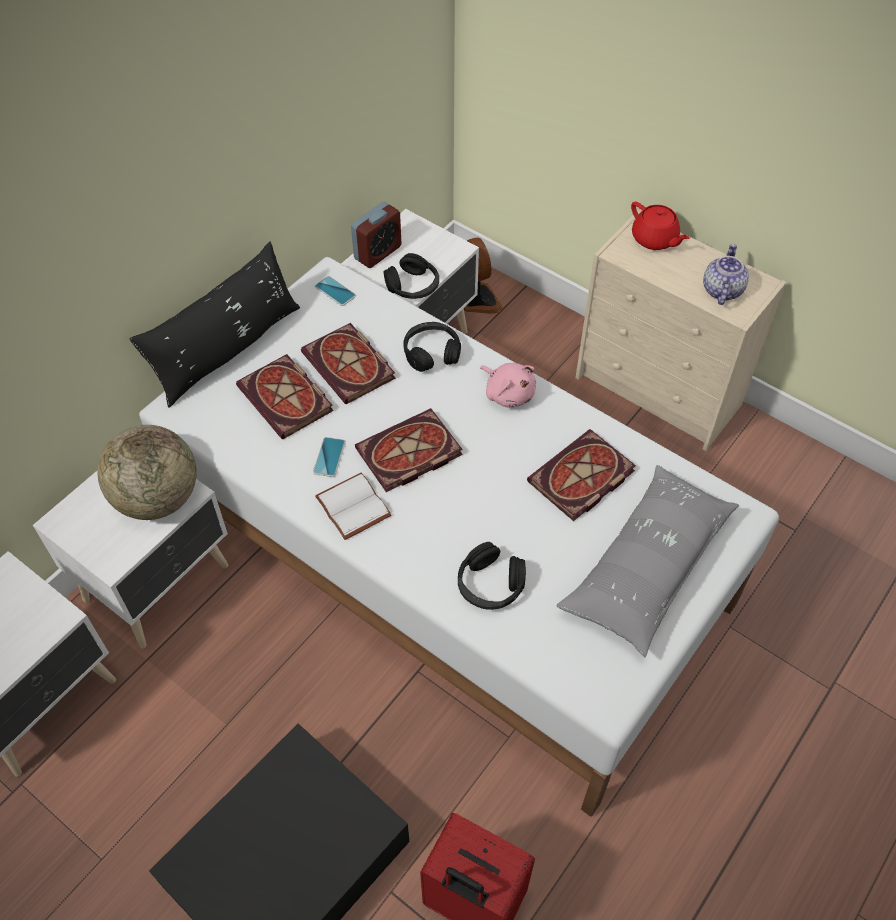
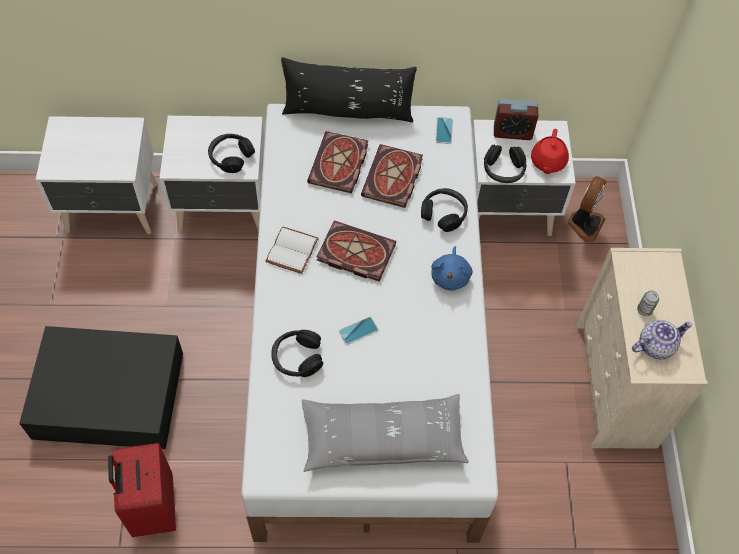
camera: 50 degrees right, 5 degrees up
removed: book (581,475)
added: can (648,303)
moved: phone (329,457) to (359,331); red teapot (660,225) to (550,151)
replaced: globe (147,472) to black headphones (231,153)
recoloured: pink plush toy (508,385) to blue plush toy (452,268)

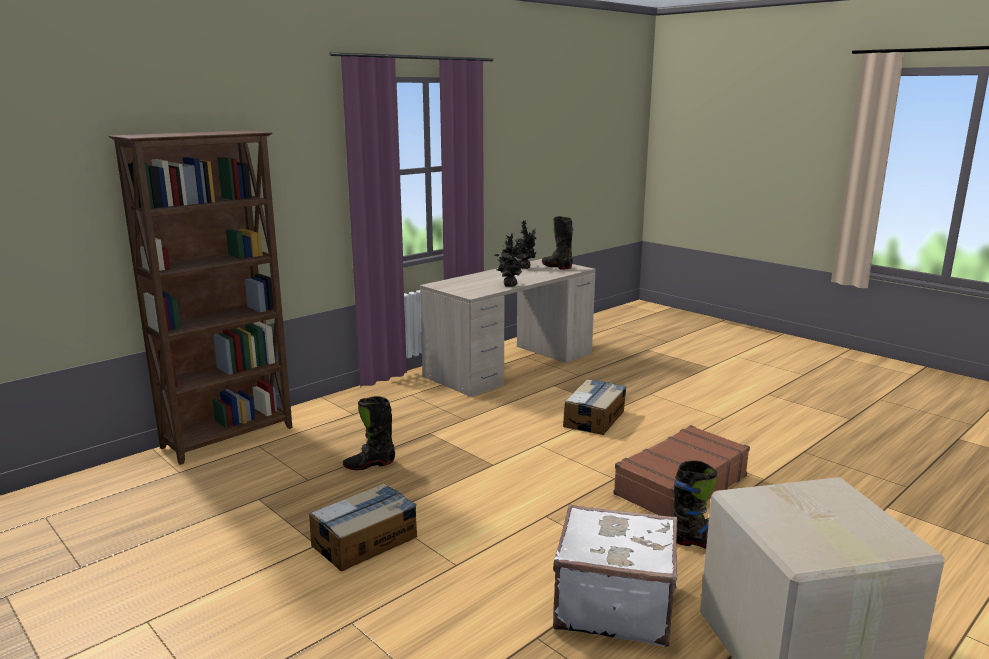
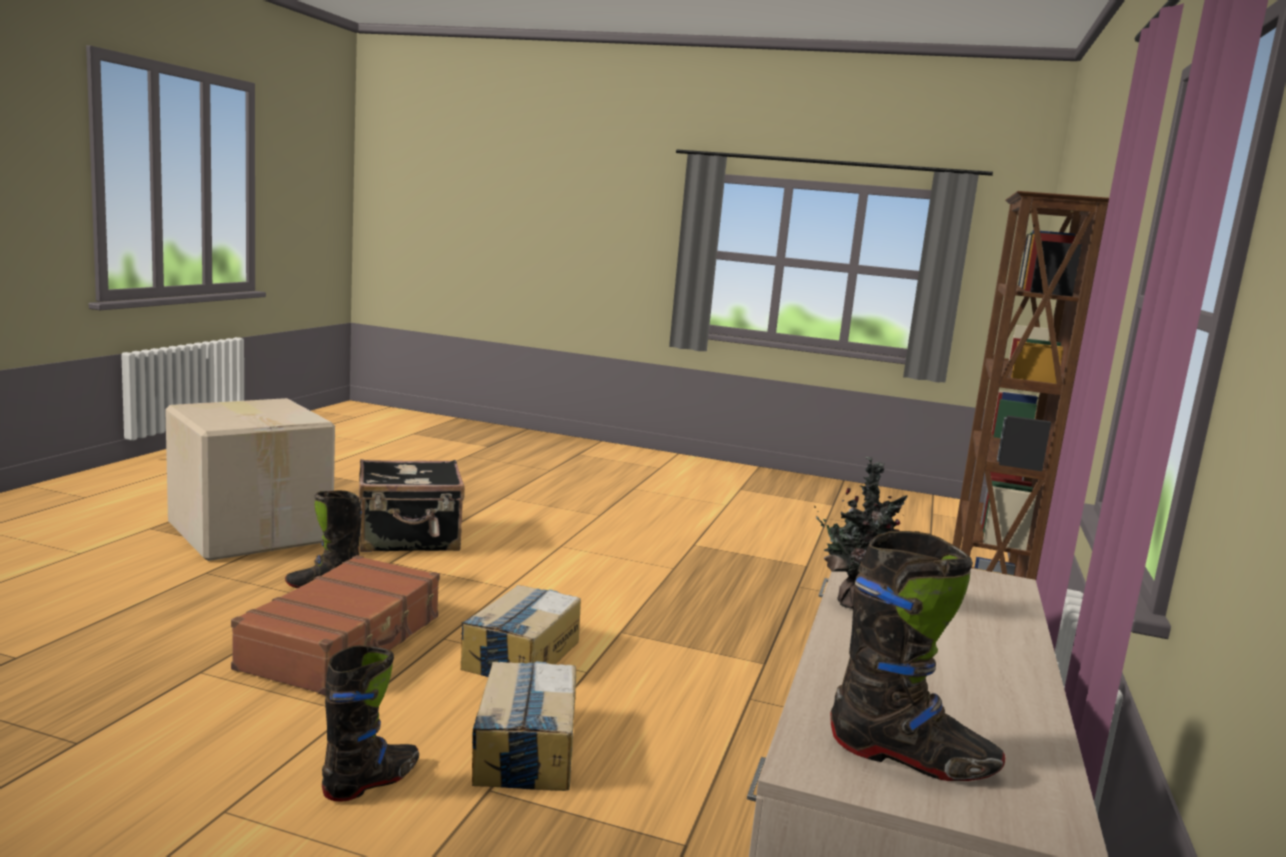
camera: 150 degrees right, 5 degrees down
removed: potted plant (524,244)
moved: cardboard box (363,527) to (520,631); black boot (369,433) to (370,723)
recoloured: white suitcase (615,575) to black suitcase (412,505)

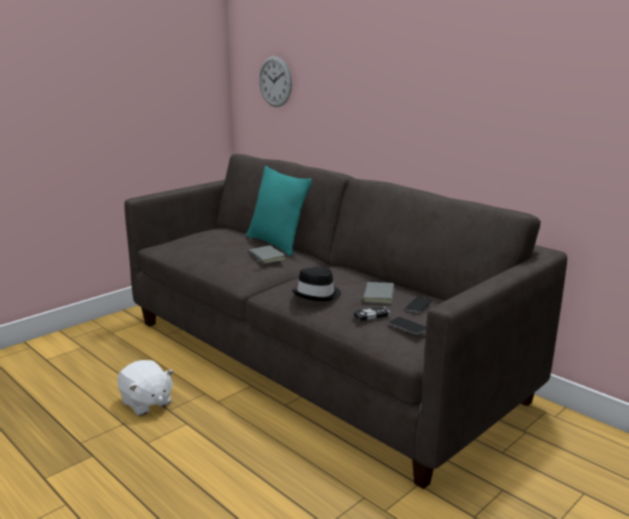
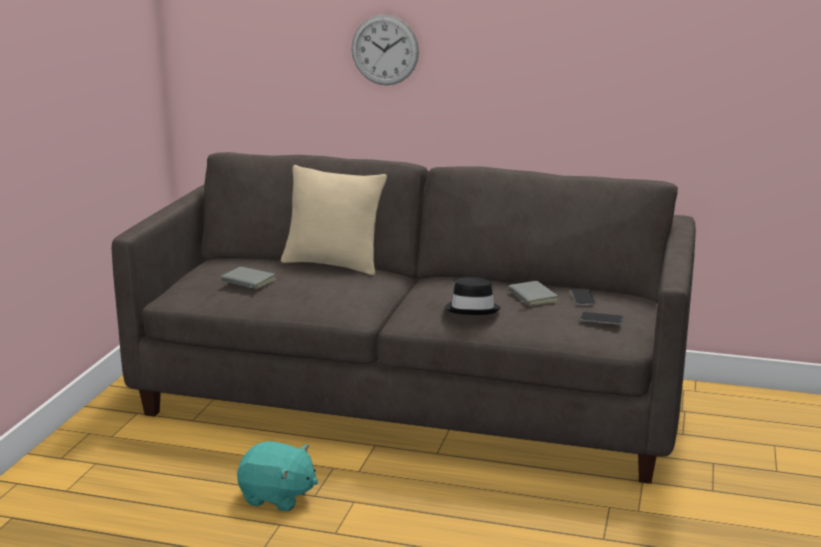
camera: 30 degrees left, 0 degrees up
removed: game controller (371,313)
moved: grey book (267,254) to (248,278); wall clock (275,81) to (385,49)
recoloured: white plush toy (145,388) to turquoise plush toy (277,476); turquoise pillow (279,211) to beige pillow (334,220)

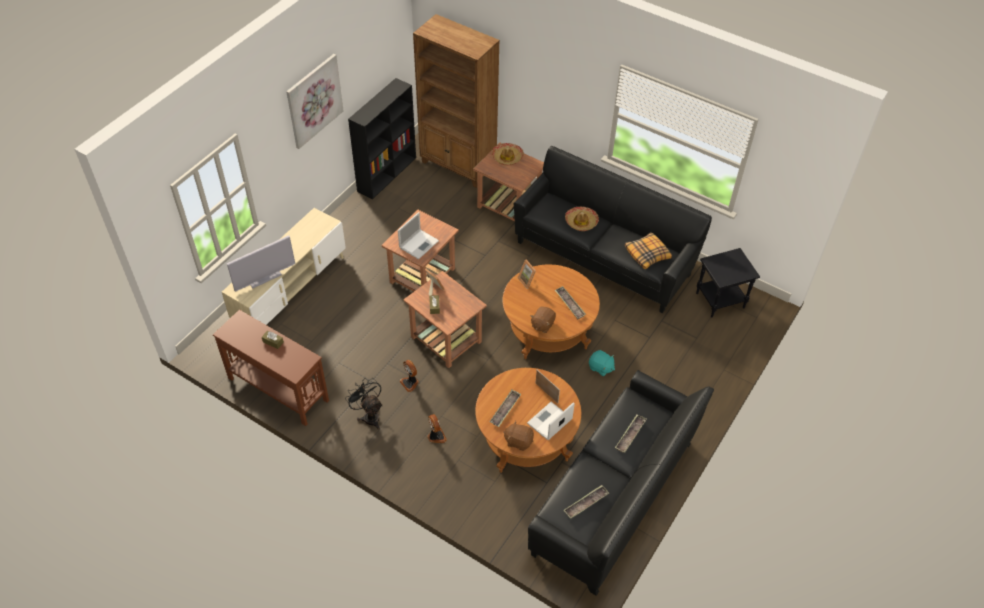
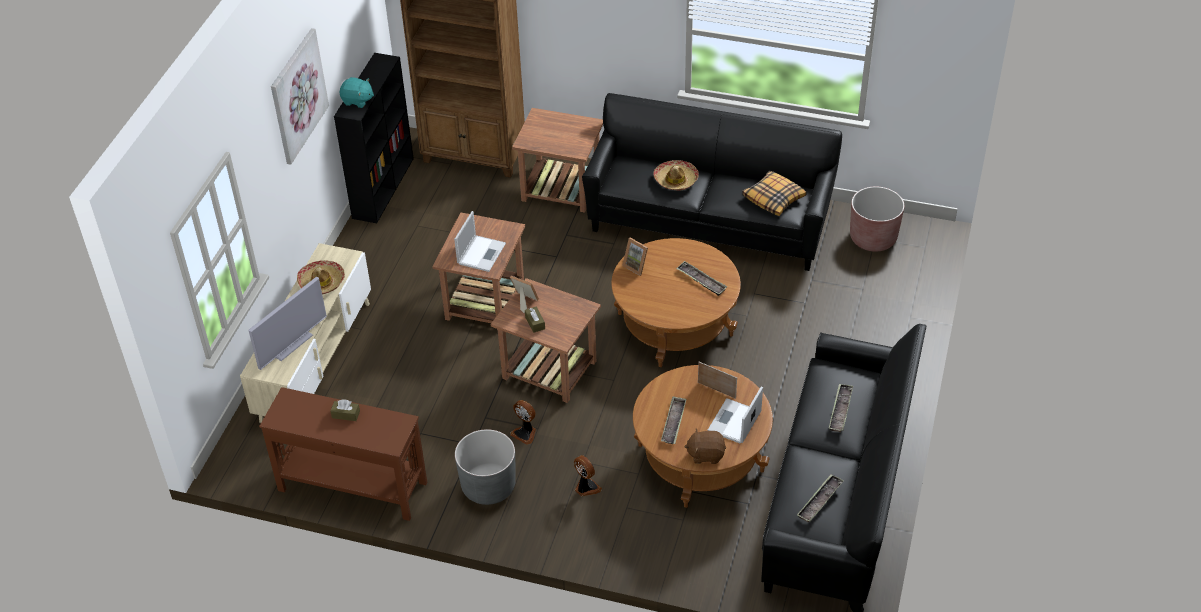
camera: 15 degrees left, 5 degrees down
removed: brown plush toy (543,319)
moved: hat (508,154) to (321,277); turquoise plush toy (602,363) to (356,92)
replaced: black fan (363,404) to grey planter (485,467); black side table (728,282) to brown planter (877,219)

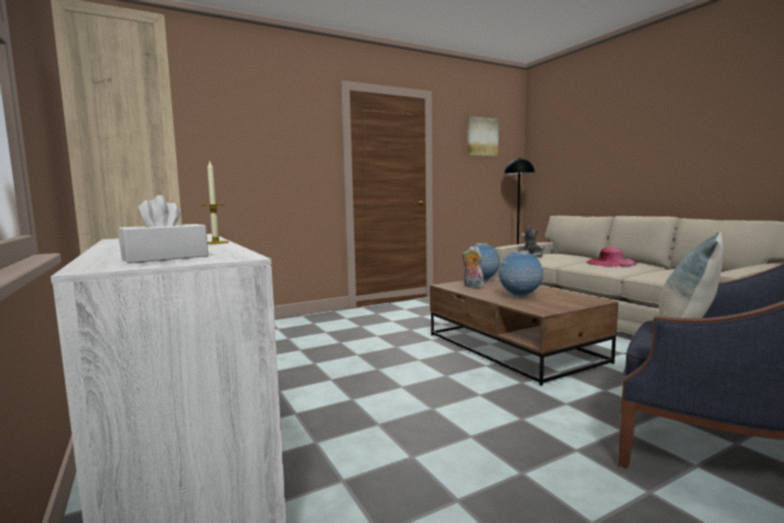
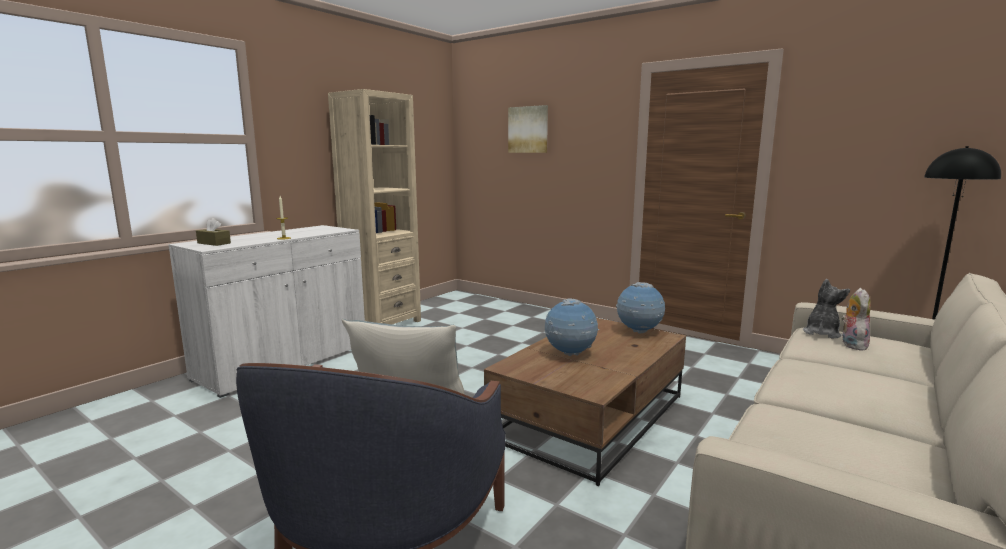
camera: 65 degrees right, 5 degrees up
removed: pink hat (611,257)
moved: plush toy (473,267) to (856,319); picture (483,136) to (528,129)
recoloured: white tissue box (163,229) to brown tissue box (213,232)

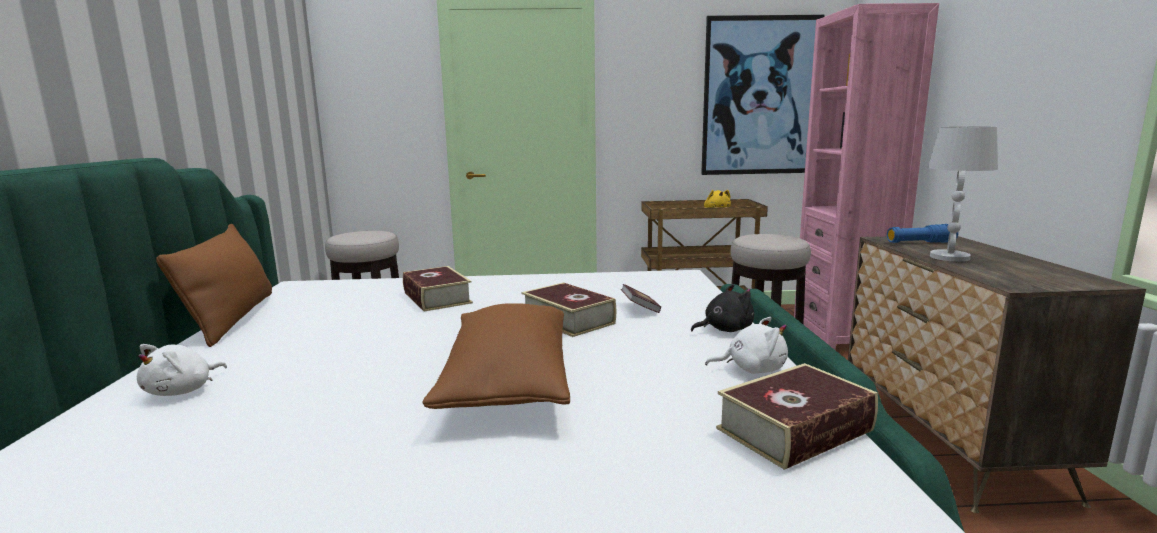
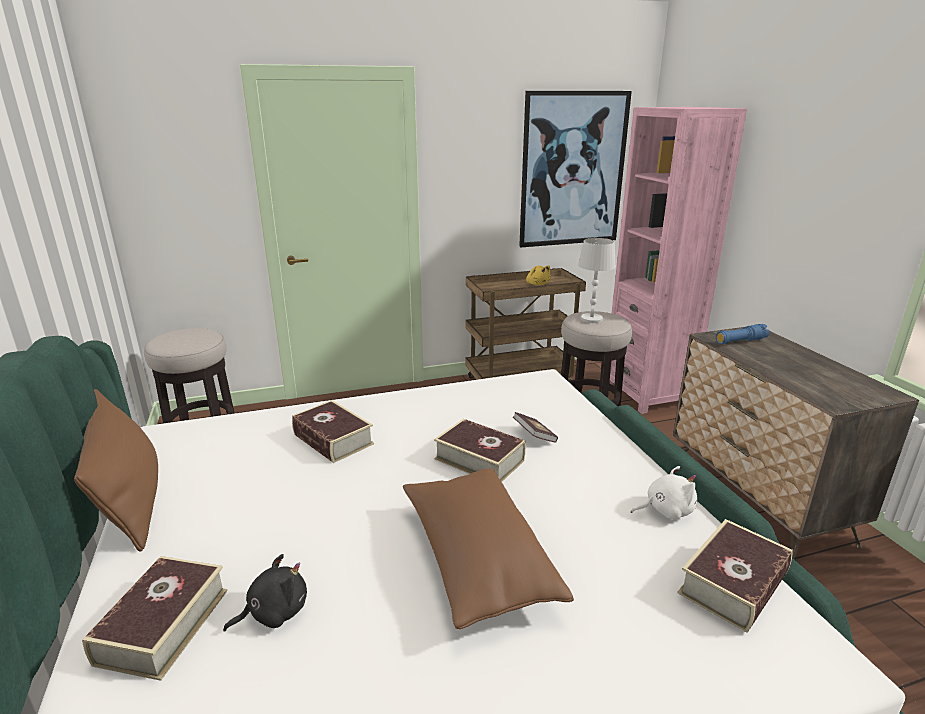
camera: 15 degrees left, 10 degrees up
moved: black plush toy (722,308) to (265,593); white table lamp (963,194) to (597,280)
replaced: white plush toy (182,370) to book (155,618)

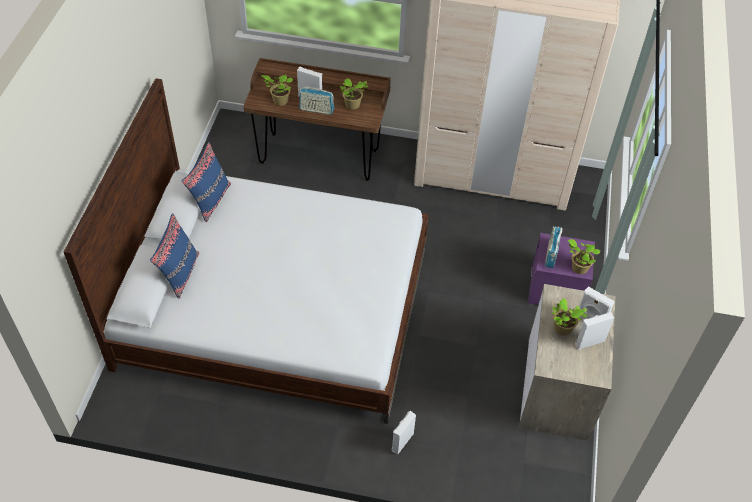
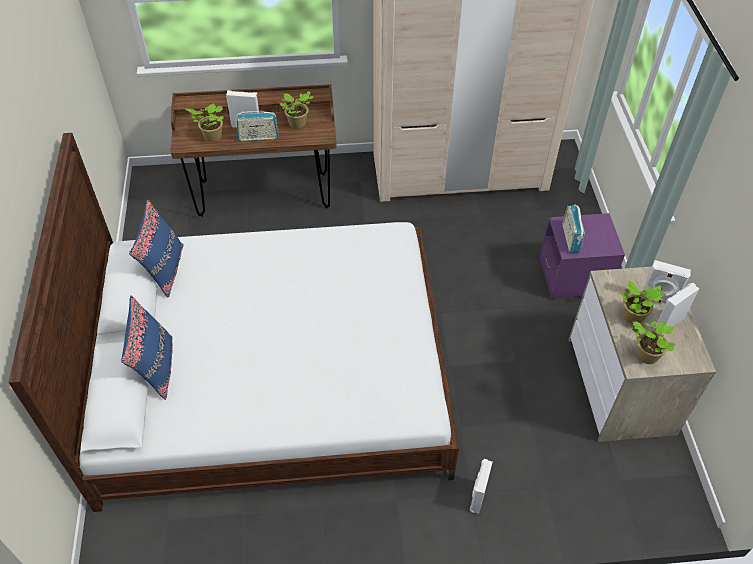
camera: 15 degrees left, 0 degrees up
moved: potted plant (584,256) to (653,342)

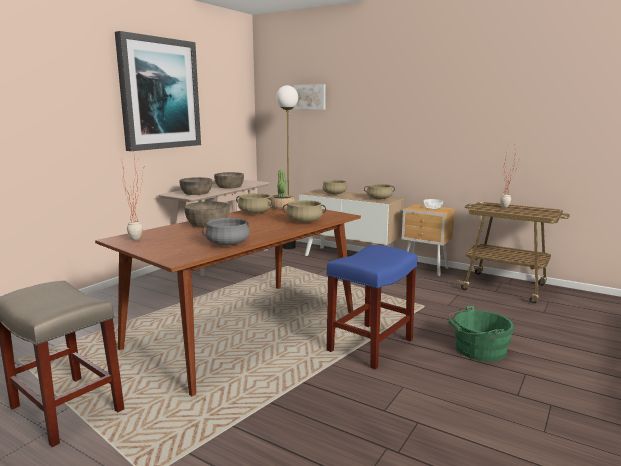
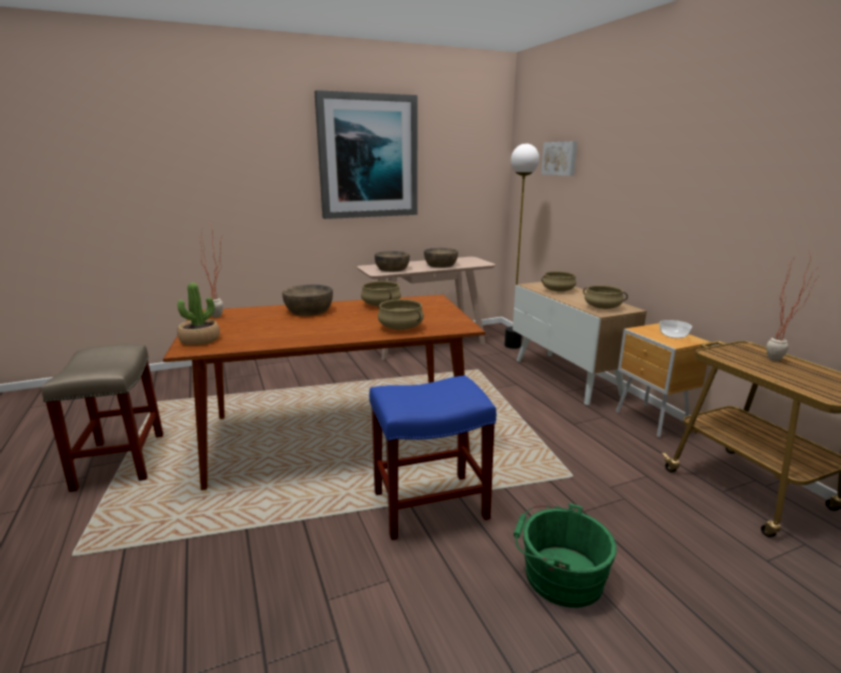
camera: 35 degrees right, 5 degrees up
removed: grey cooking pot (225,232)
moved: potted plant (282,189) to (198,313)

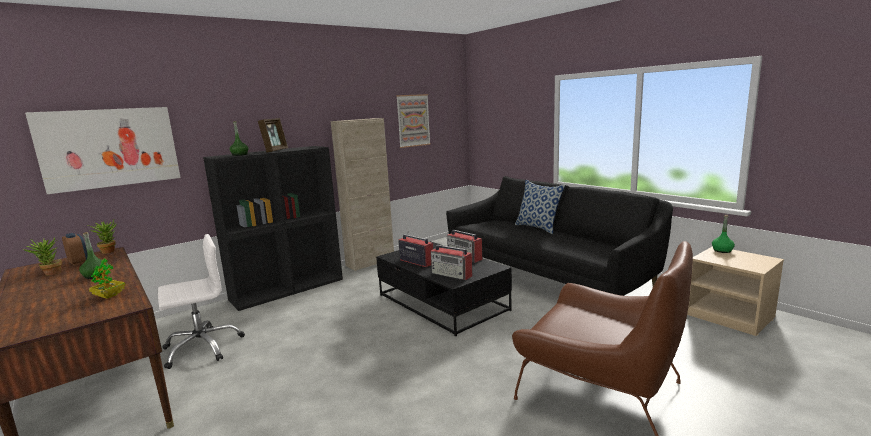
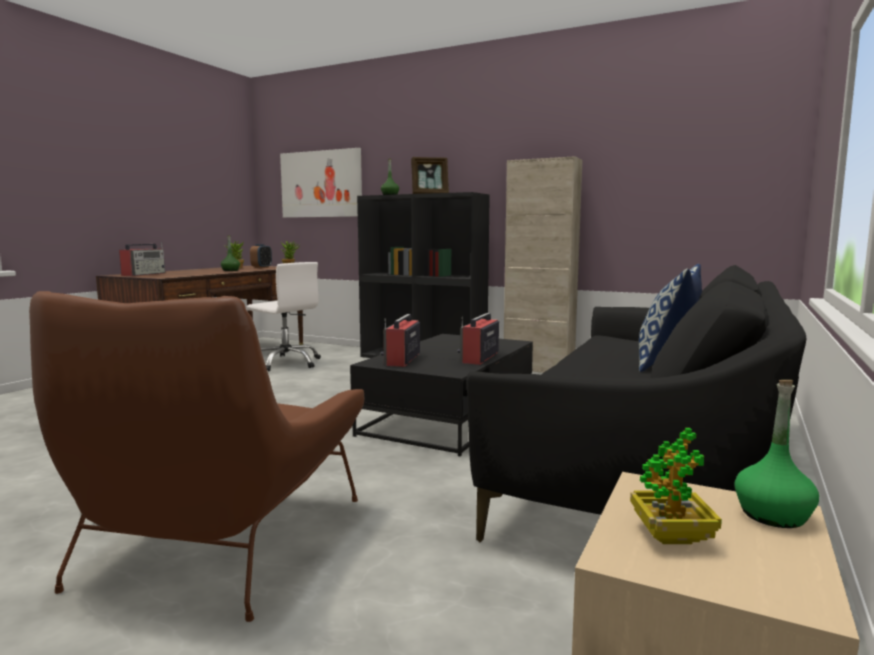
camera: 65 degrees right, 5 degrees down
removed: picture (413,121)
moved: potted plant (107,279) to (676,486); radio (416,249) to (142,259)

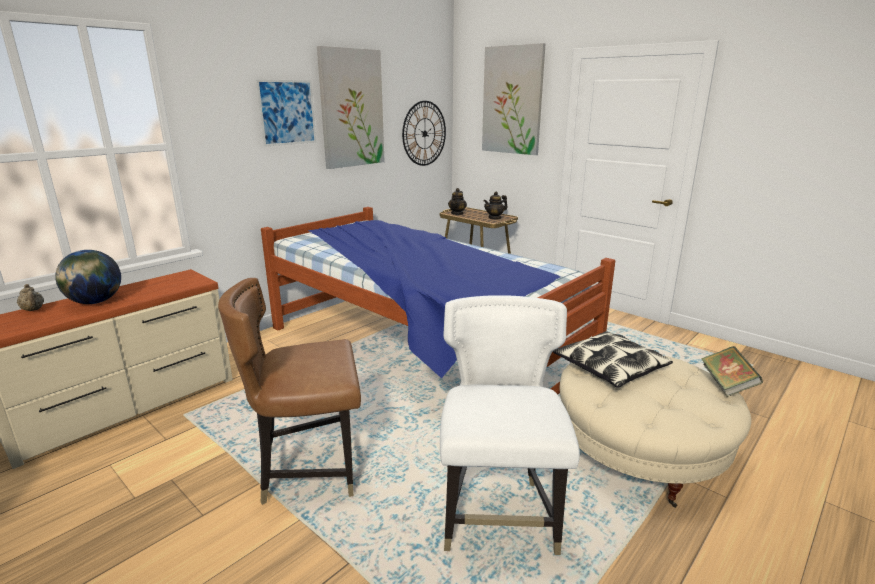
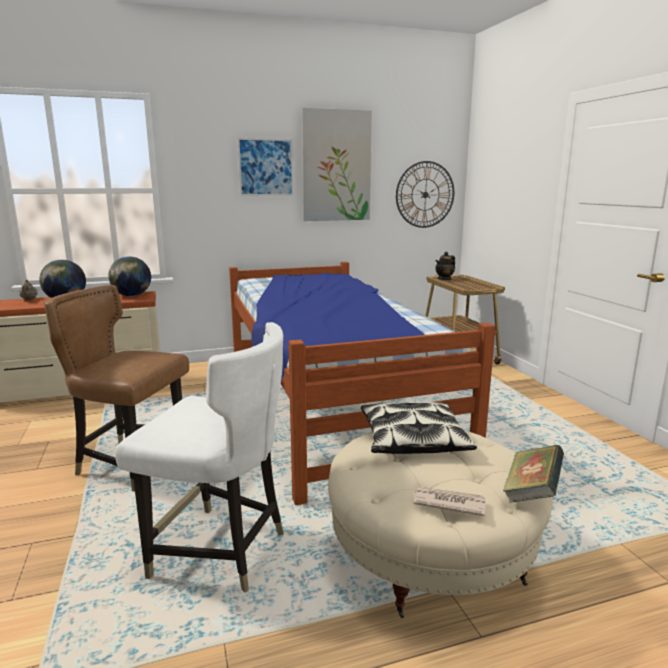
camera: 30 degrees right, 5 degrees down
removed: picture (514,99); teapot (495,205)
added: globe (130,276); newspaper (449,501)
turned: white chair (510,425) = (199,457) 75 degrees clockwise

